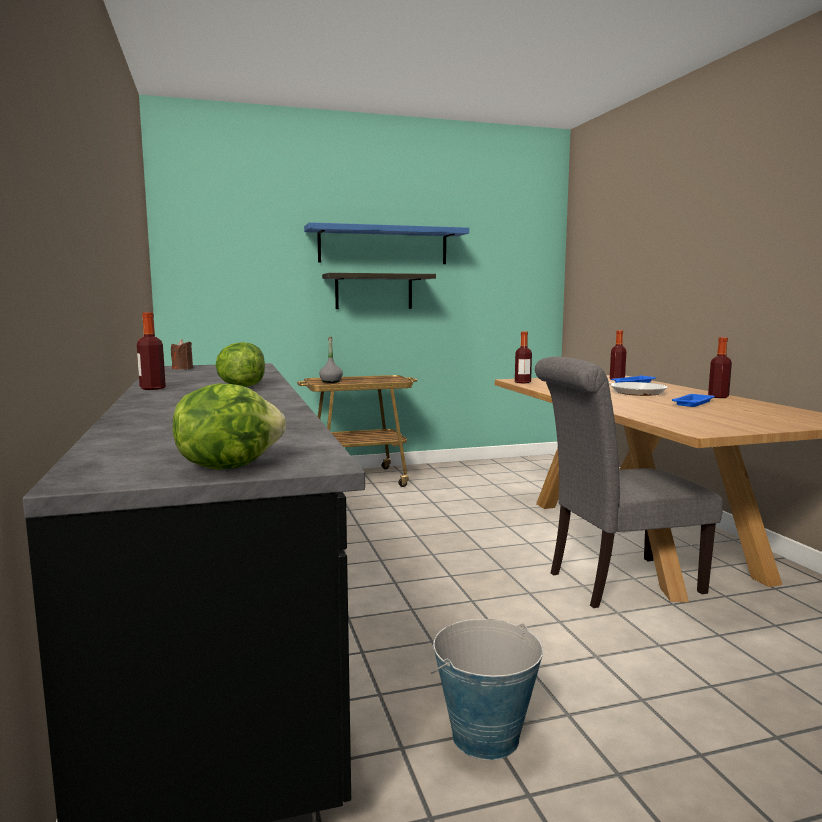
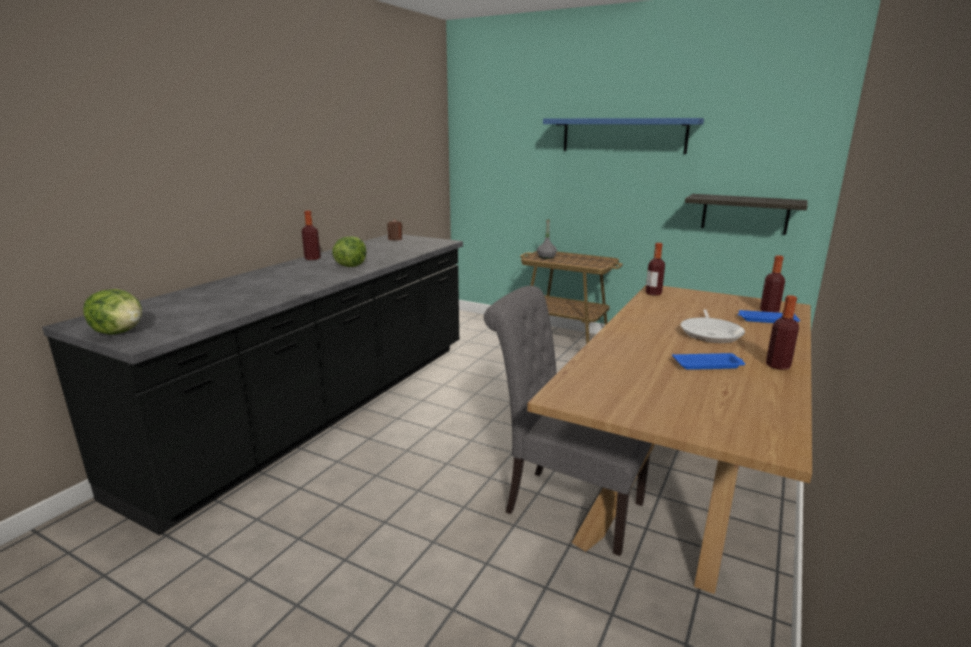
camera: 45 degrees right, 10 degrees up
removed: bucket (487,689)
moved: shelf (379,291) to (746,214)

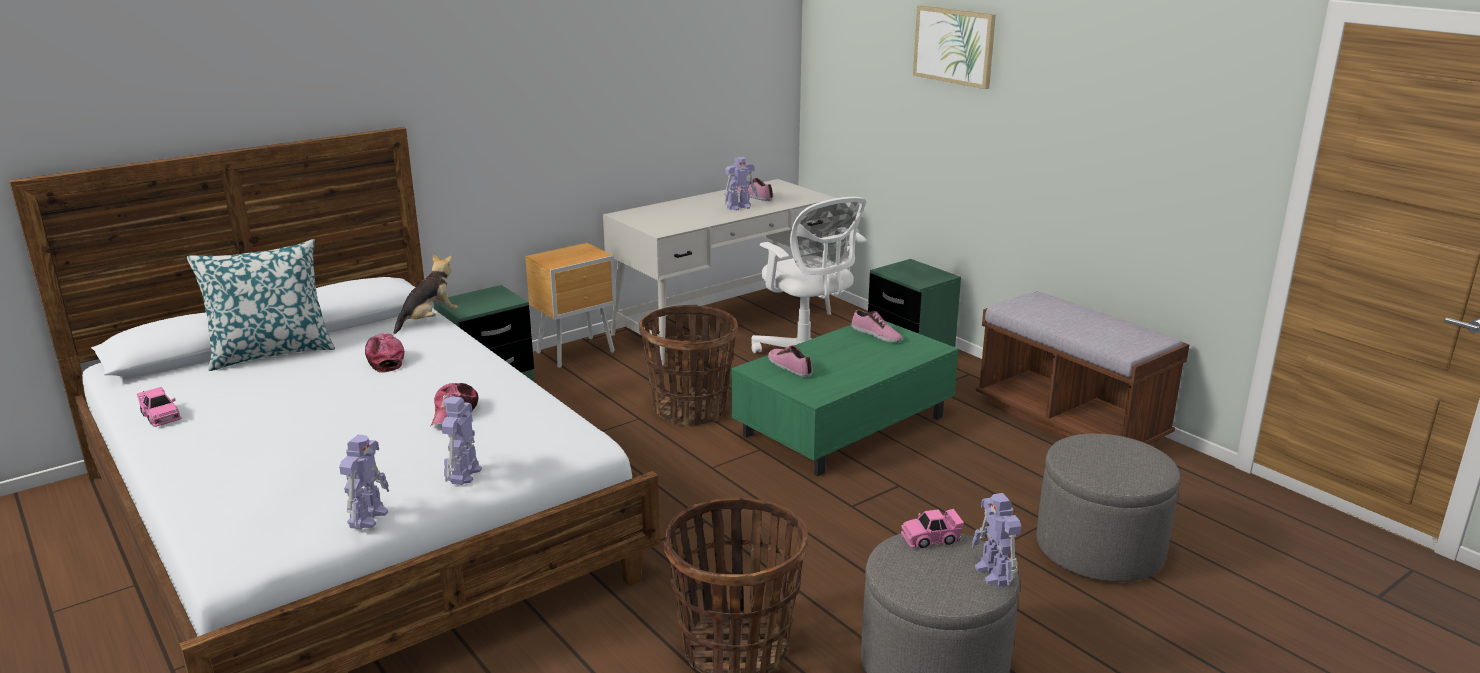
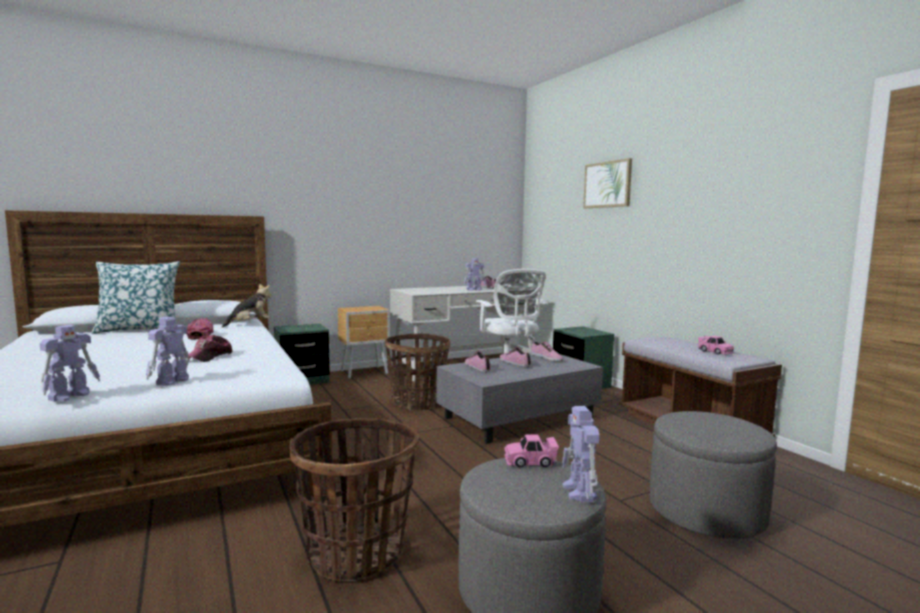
camera: 10 degrees right, 15 degrees down
added: shoe (515,357)
moved: pink toy car (159,407) to (716,345)
recoloured: green coffee table (845,399) to grey coffee table (519,398)

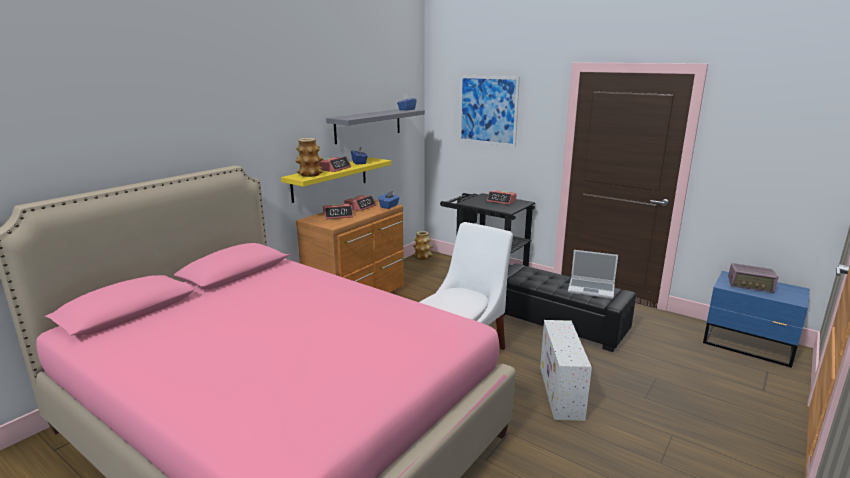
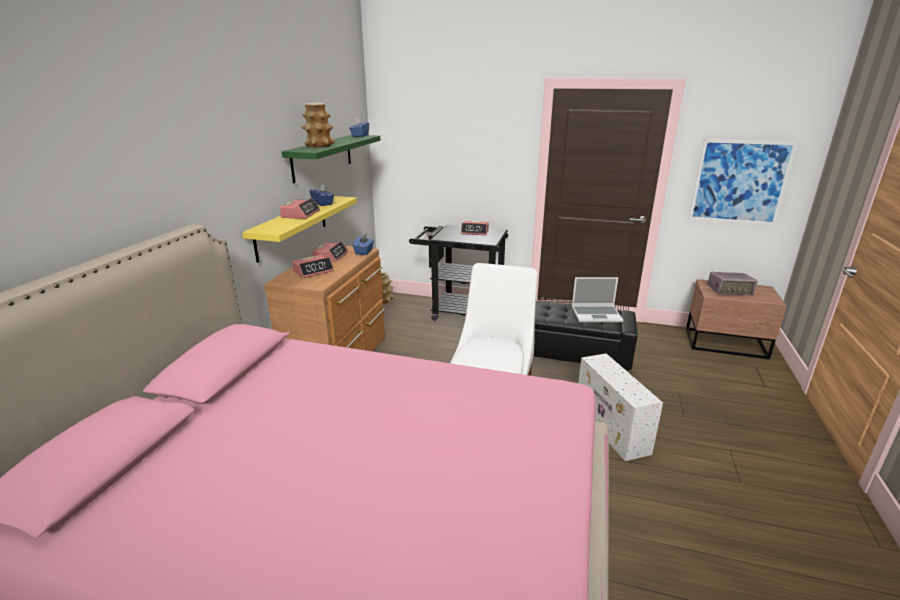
camera: 20 degrees left, 5 degrees up
moved: vase (309,157) to (318,125); picture (489,111) to (743,182)
recoloured: grey shelf (375,126) to green shelf (331,159); blue nightstand (756,319) to brown nightstand (736,319)

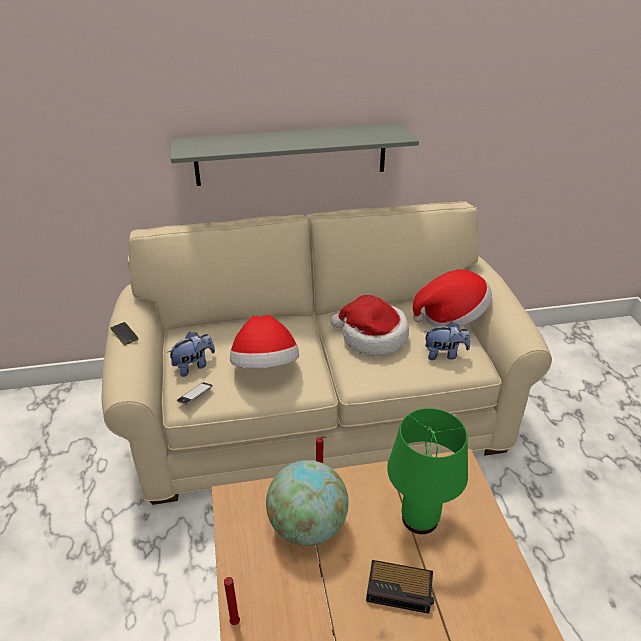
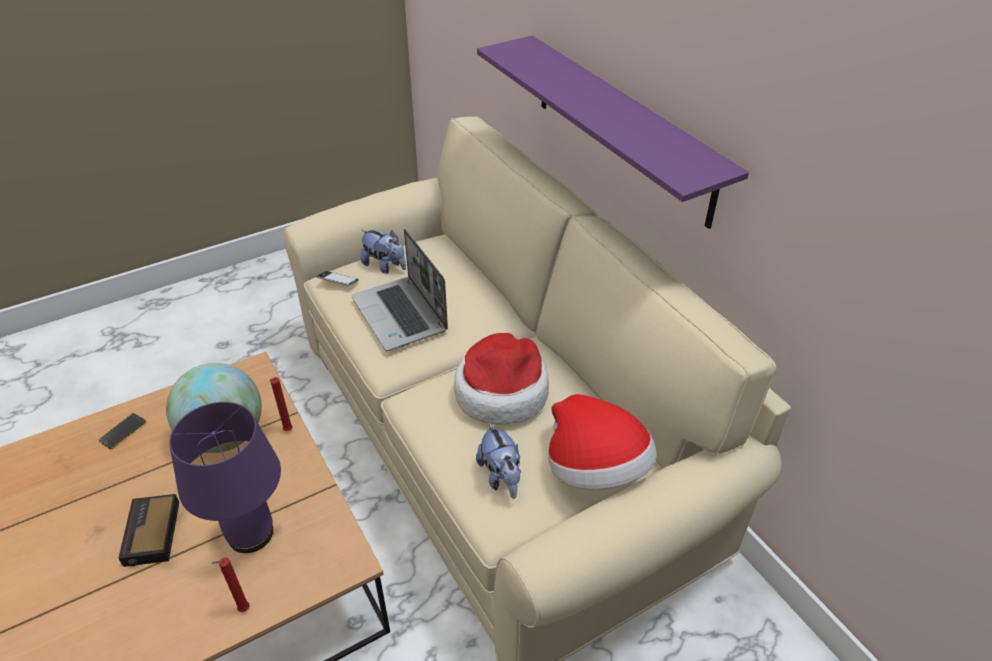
camera: 70 degrees right, 5 degrees up
moved: phone (125,333) to (122,431); red candle (232,601) to (231,584)
replaced: hat (264,341) to laptop (400,290)
recoloured: grey shelf (295,154) to purple shelf (613,132); green table lamp (427,471) to purple table lamp (225,477)

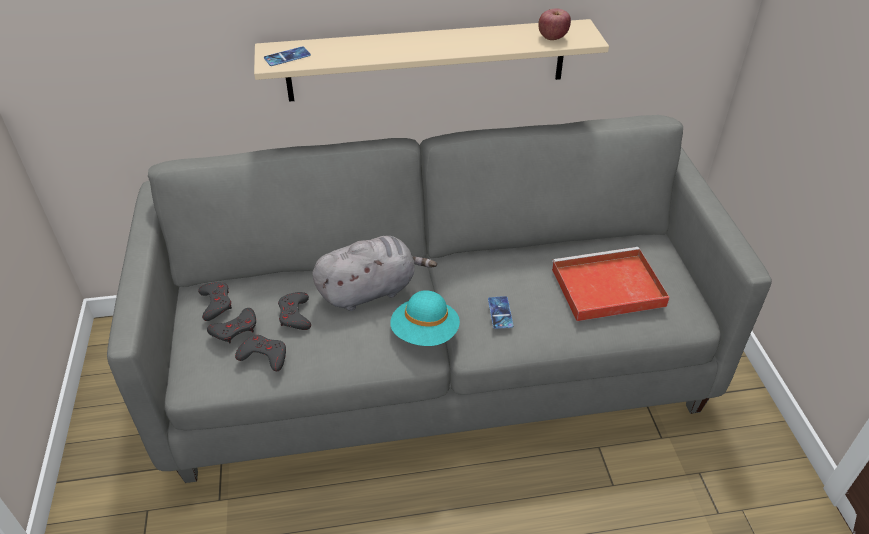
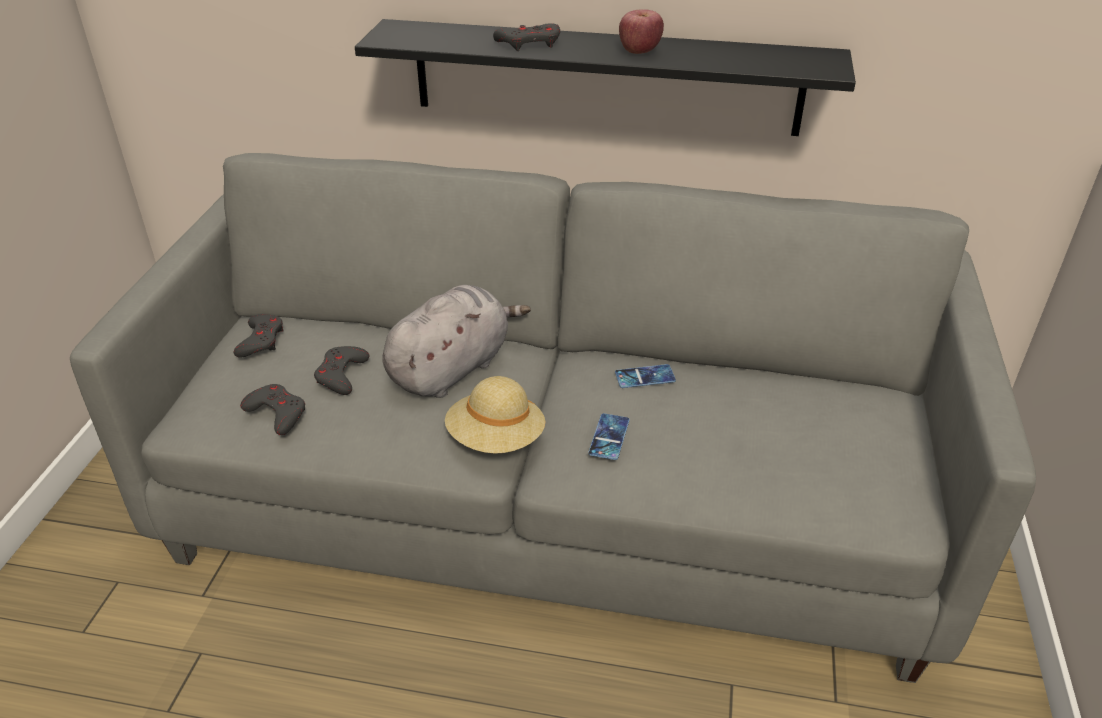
camera: 20 degrees right, 5 degrees down
removed: red tray (611,284)
moved: grey game controller (231,326) to (526,37); phone (287,56) to (645,376); apple (554,24) to (641,31)
recoloured: beige shelf (431,60) to black shelf (605,77); turquoise hat (425,318) to beige hat (495,415)
turned: grey plush toy (374,273) = (456,341) 45 degrees counterclockwise

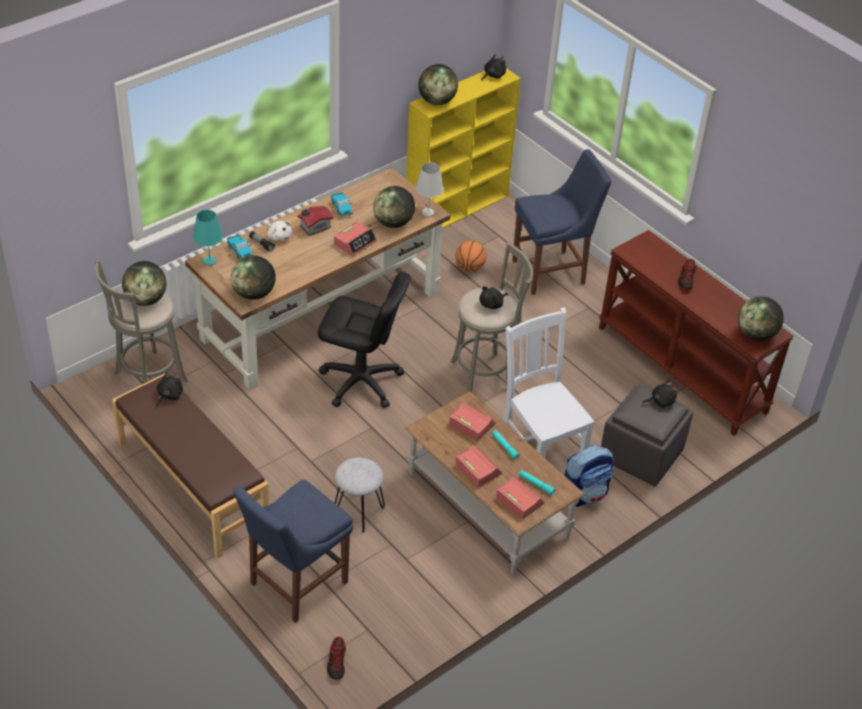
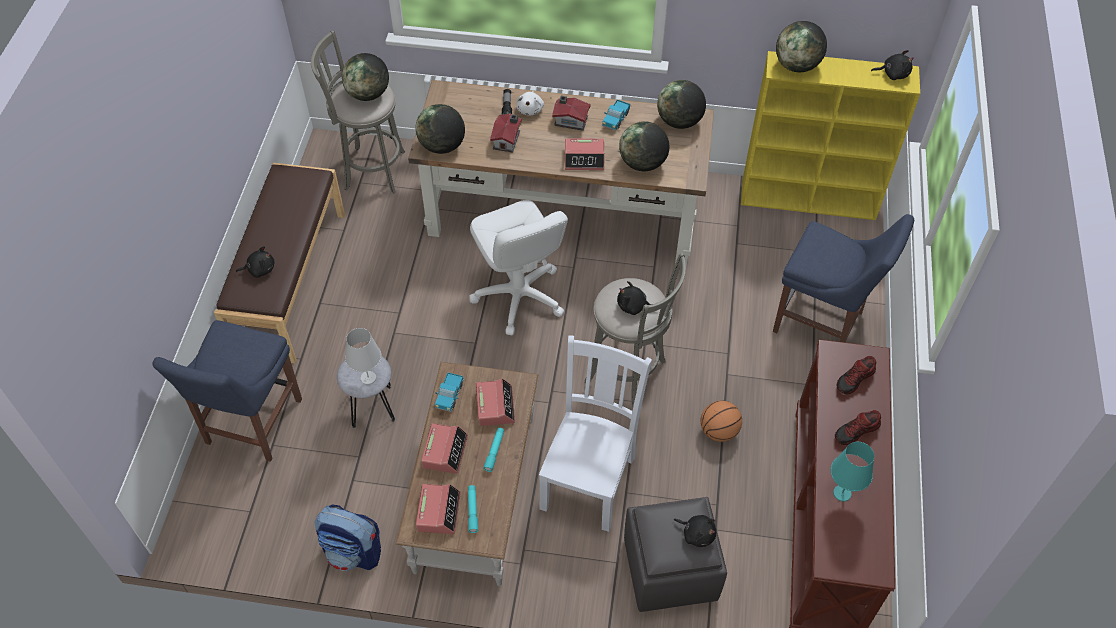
camera: 50 degrees right, 10 degrees up
added: toy house (506,132)
moved: black plush toy (169,389) to (255,262); turquoise table lamp (208,237) to (852,472); toy truck (240,246) to (449,392); shoe (336,658) to (856,375); white table lamp (429,189) to (363,356); basketball (471,256) to (721,421); backpack (588,476) to (348,537); globe (761,318) to (681,104)
recoloured: black office chair (364,340) to white office chair (518,267)
turned: blue chair (293,551) = (227,391) 75 degrees counterclockwise

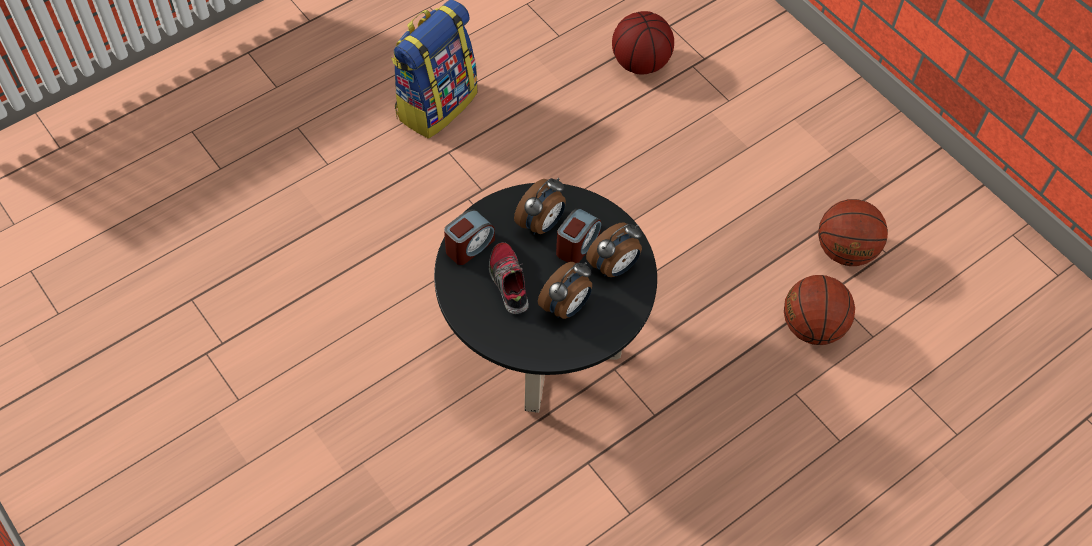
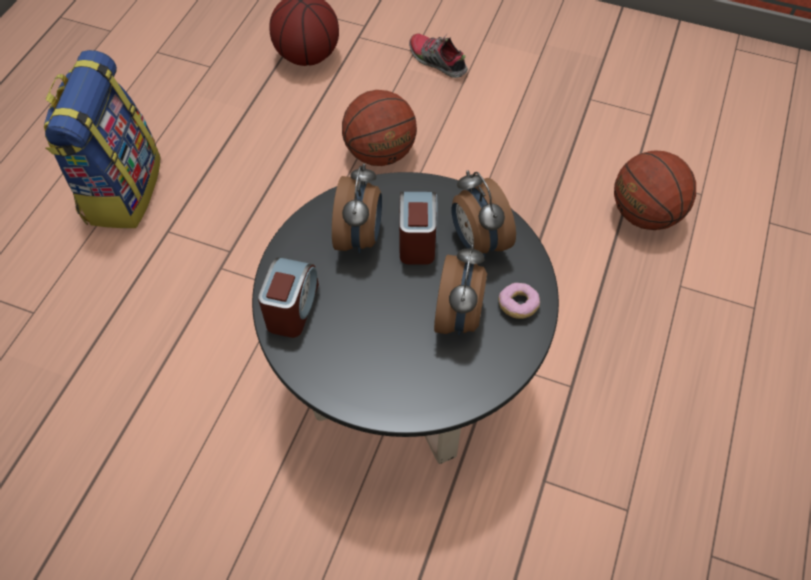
camera: 30 degrees left, 0 degrees up
added: donut (519,301)
moved: shoe (509,278) to (438,56); basketball (853,232) to (379,128)
turned: alarm clock (614,249) = (484,213) 135 degrees clockwise

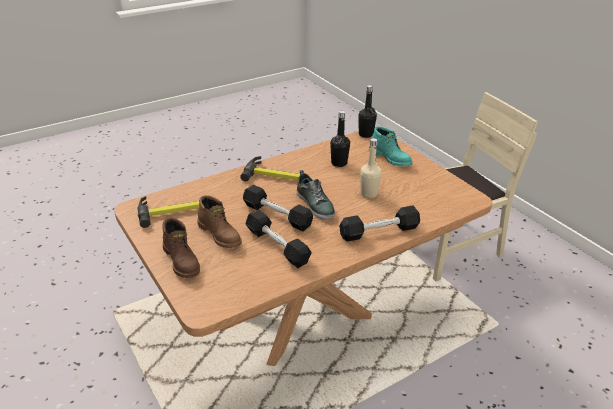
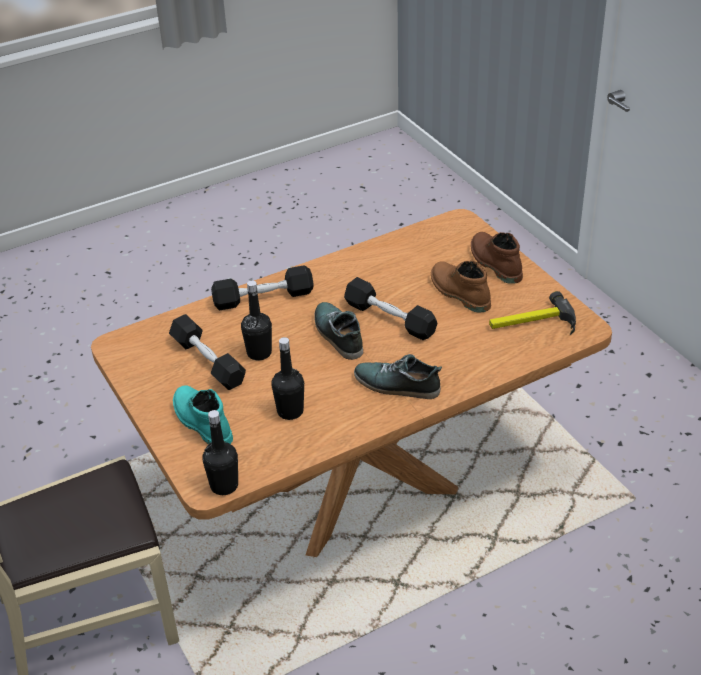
camera: 175 degrees left, 5 degrees up
moved: black dumbbell (279,239) to (207,352)
replaced: hammer (270,169) to shoe (398,376)
recoloured: beige bottle (371,168) to black bottle (256,320)

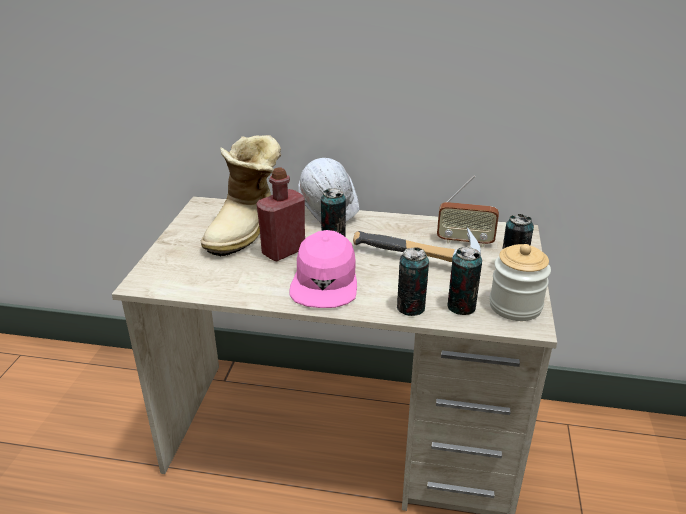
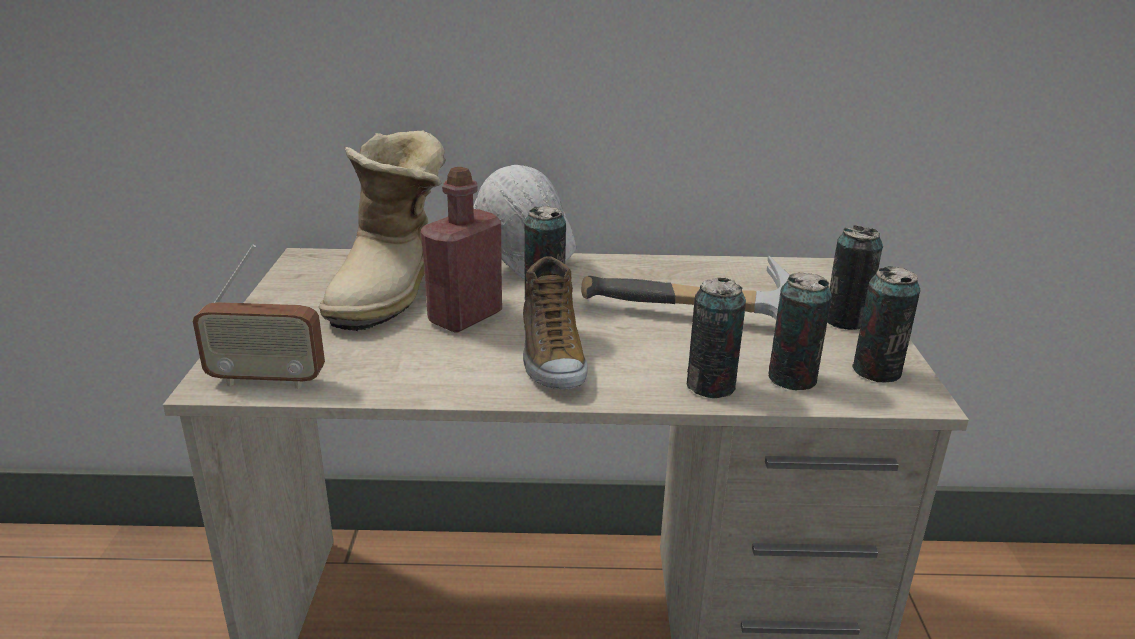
camera: 10 degrees left, 5 degrees down
moved: radio (468,211) to (259,316)
replaced: pink cap (323,269) to shoe (555,323); jar (520,282) to can (886,324)

